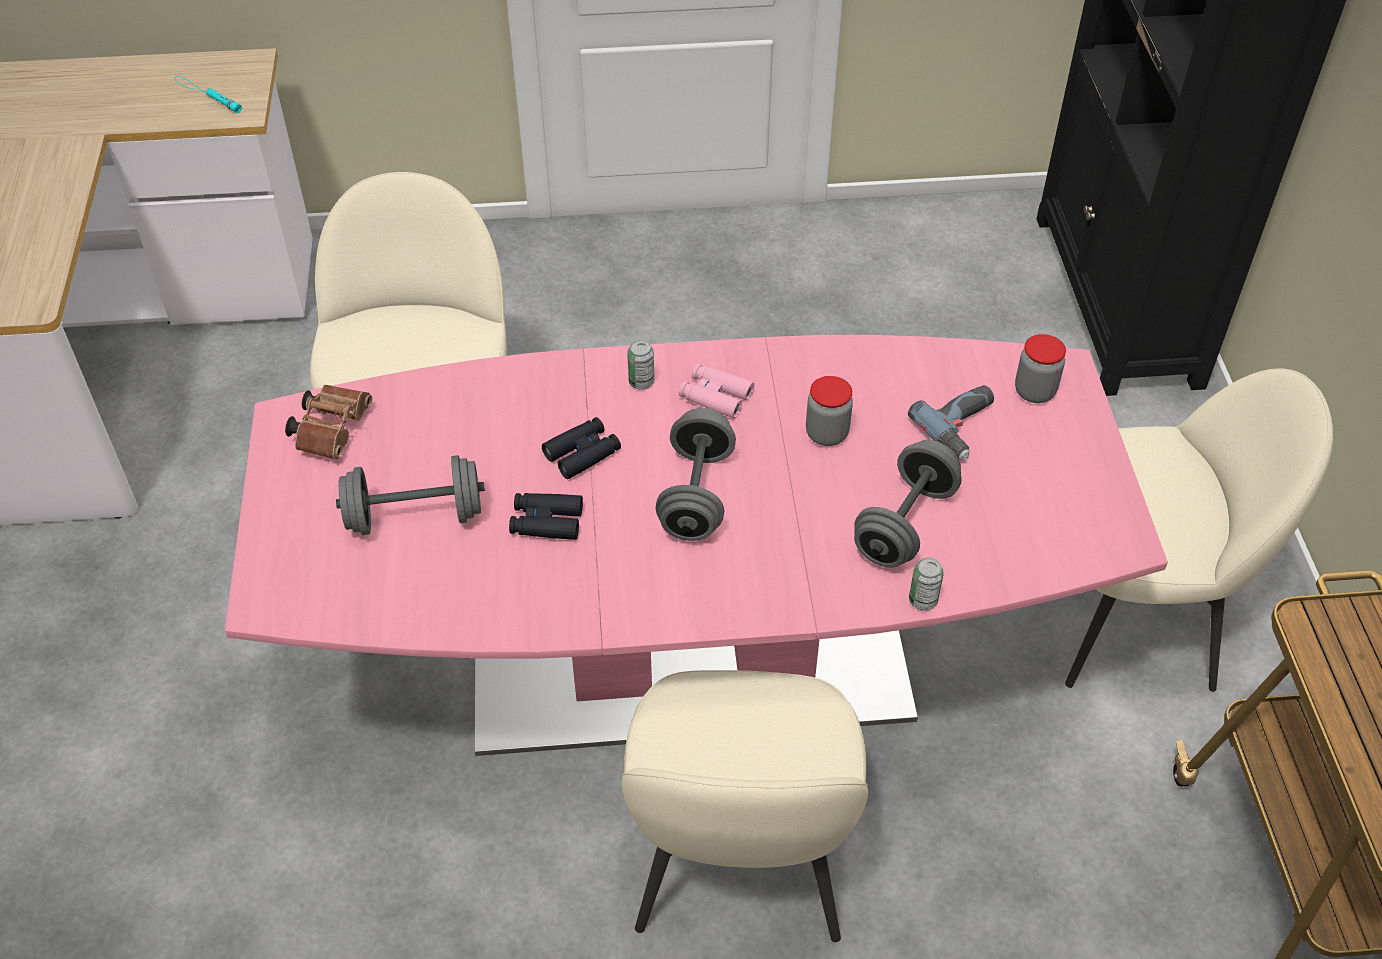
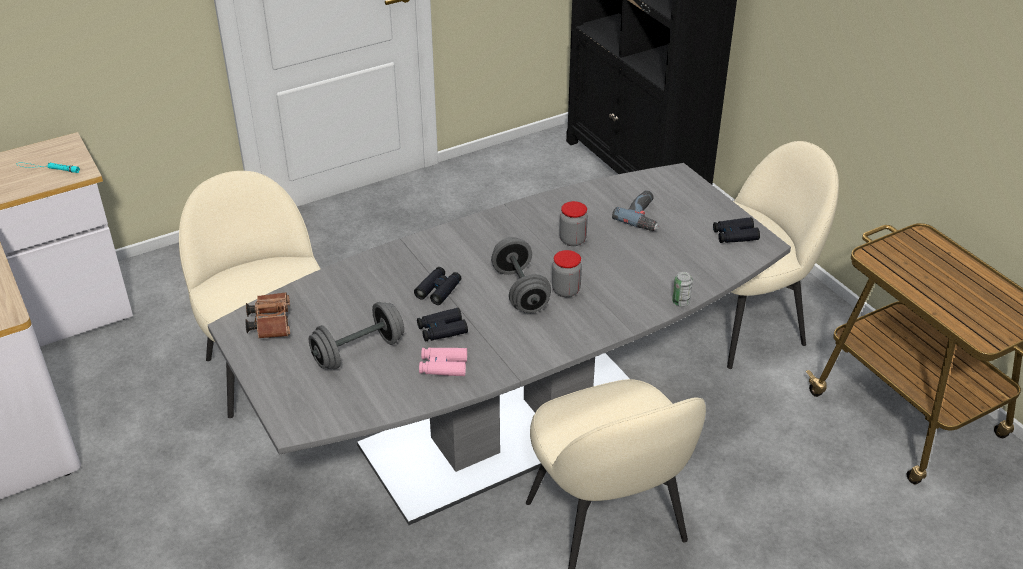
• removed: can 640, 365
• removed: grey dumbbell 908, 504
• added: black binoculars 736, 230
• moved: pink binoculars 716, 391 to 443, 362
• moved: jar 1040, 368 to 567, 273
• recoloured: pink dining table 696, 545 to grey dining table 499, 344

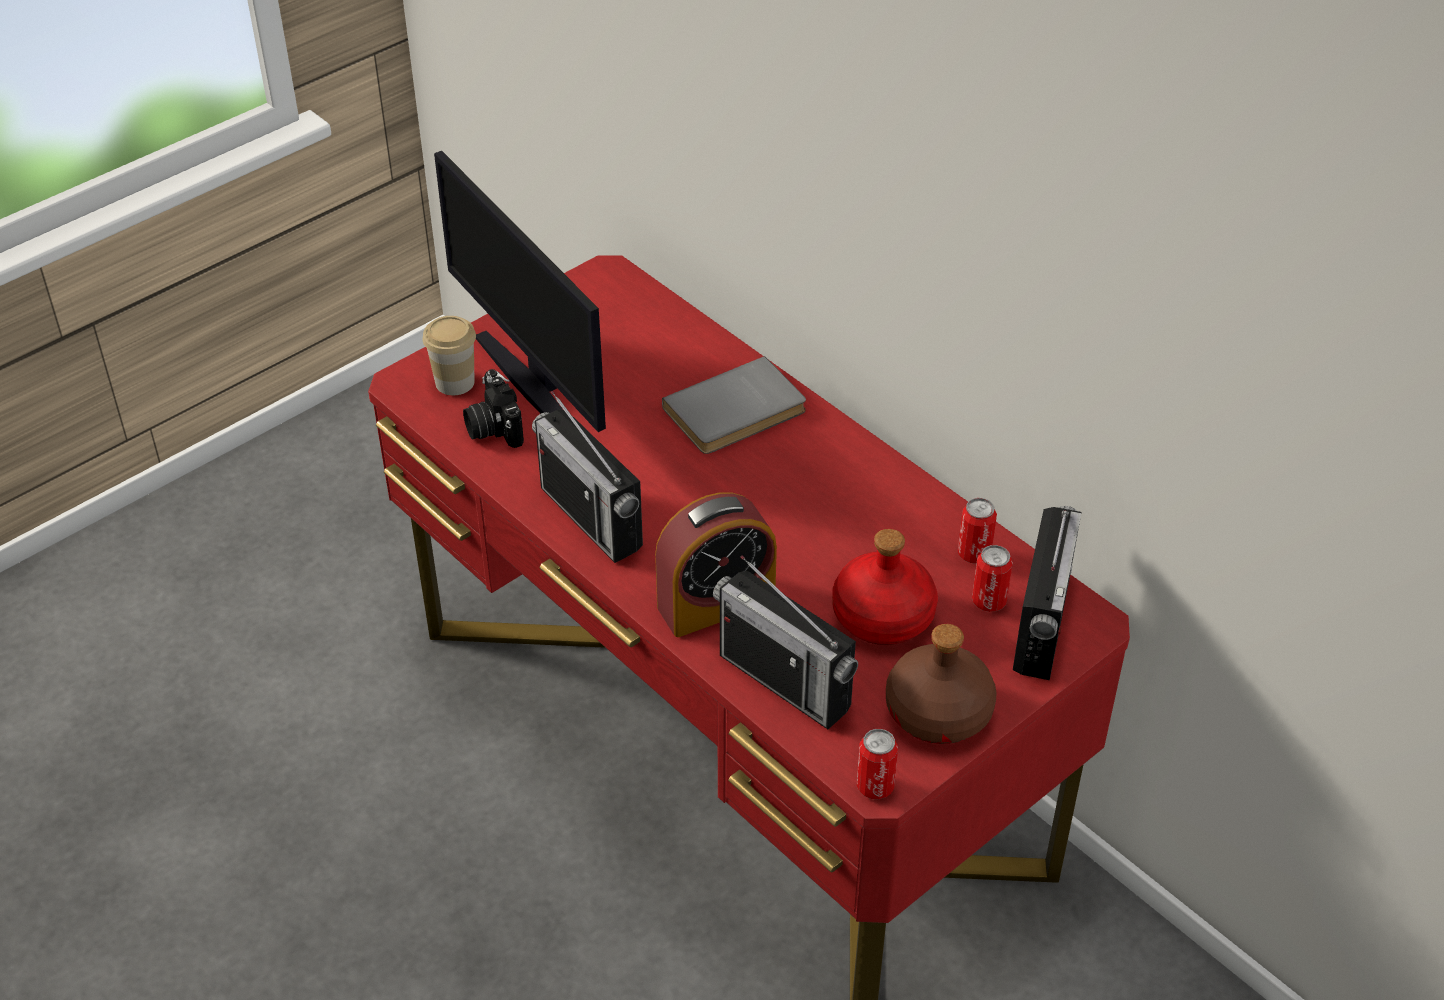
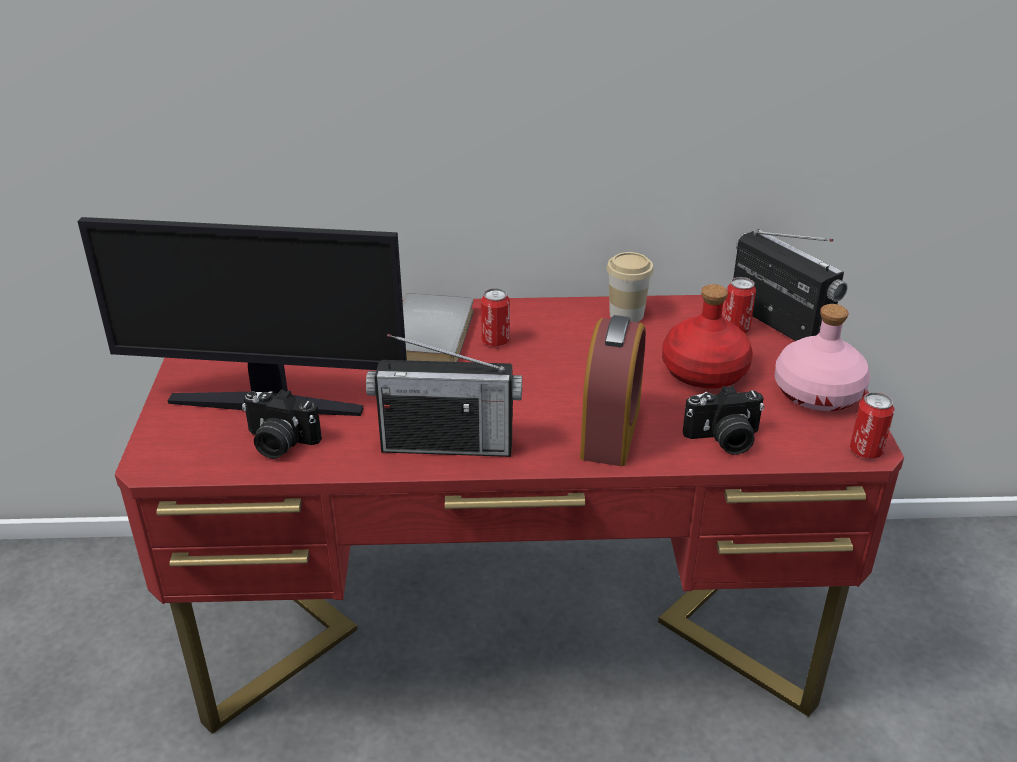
• moved: cup 449, 355 to 630, 287
• moved: can 977, 531 to 495, 317
• replaced: radio 785, 642 to photo camera 723, 419
• recoloured: brown bottle 941, 684 to pink bottle 822, 357

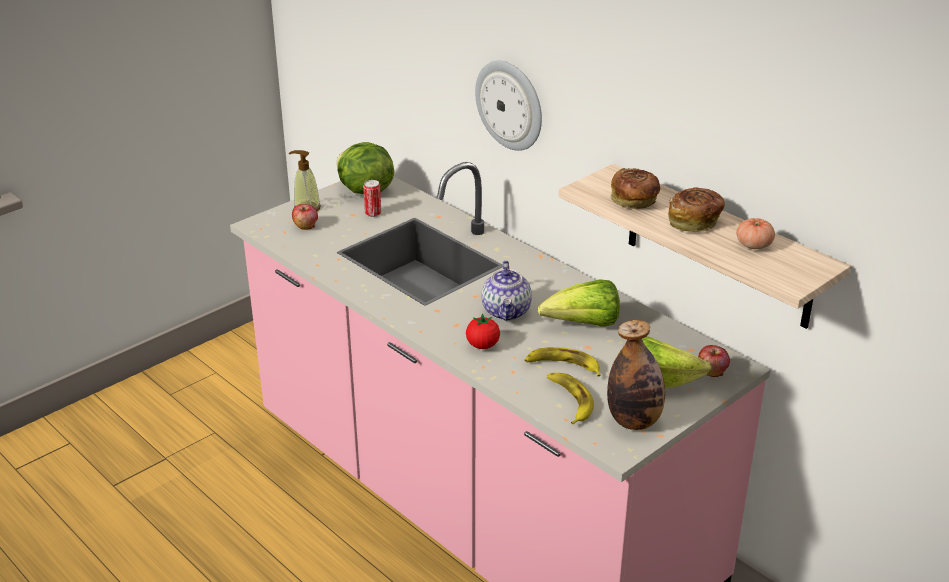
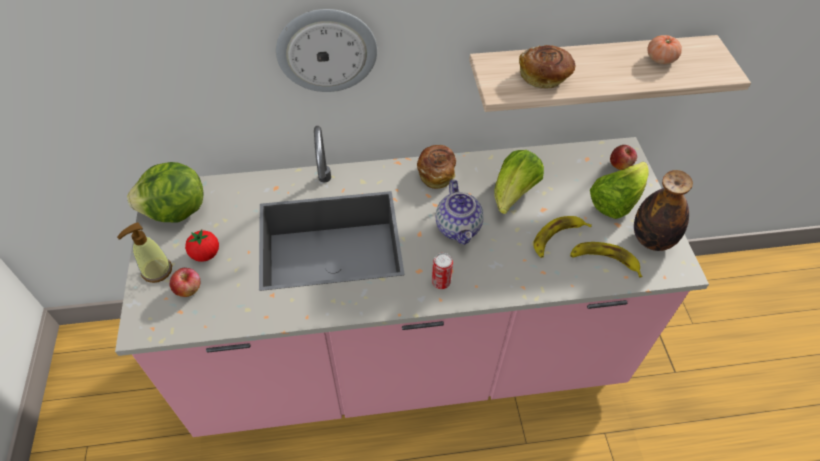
• moved: can 372, 198 to 442, 271
• moved: tomato 483, 331 to 202, 245
• moved: bread 696, 210 to 436, 167
• turned: teapot 507, 291 = 460, 212 45 degrees clockwise

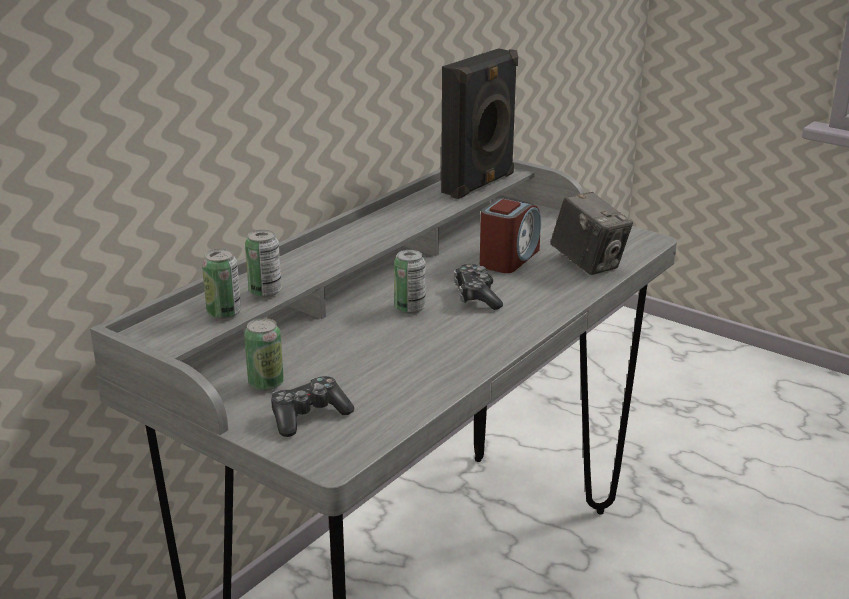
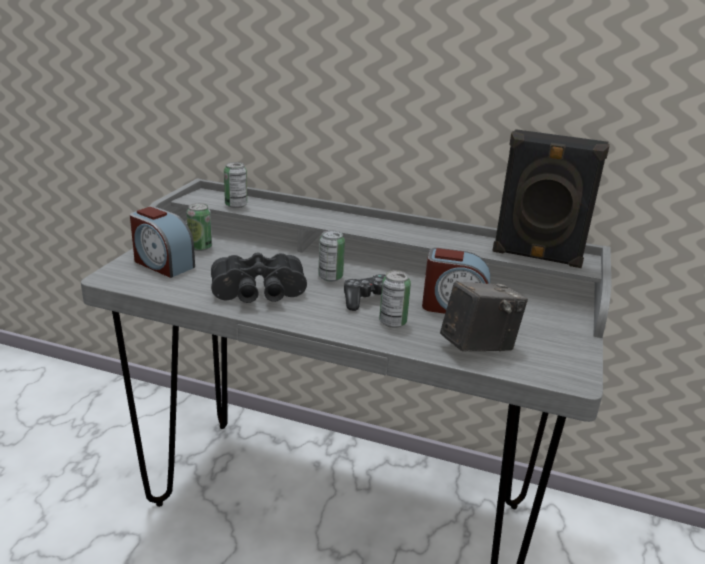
• added: black binoculars 259, 277
• moved: can 263, 264 to 395, 299
• replaced: game controller 312, 406 to alarm clock 162, 242
• turned: photo camera 592, 233 = 484, 316 150 degrees counterclockwise

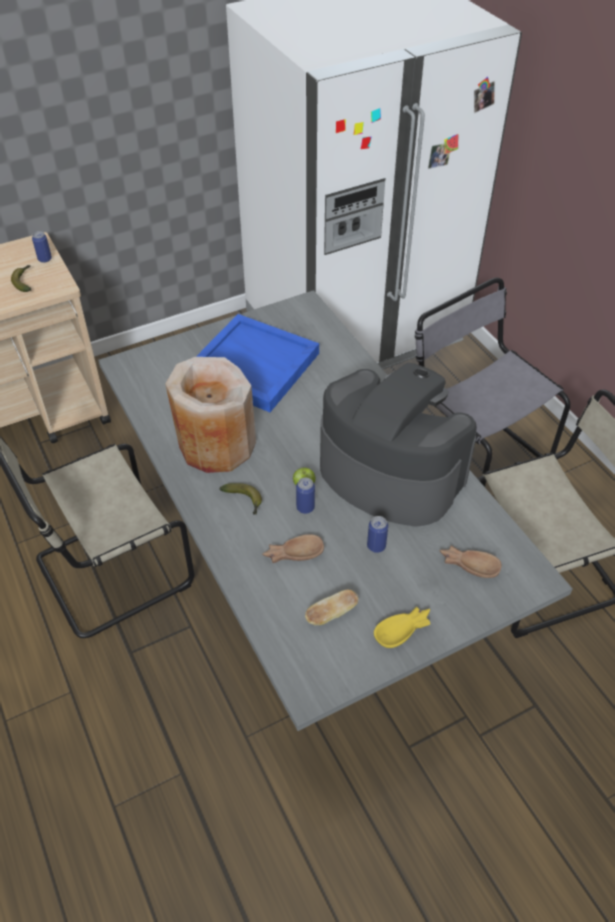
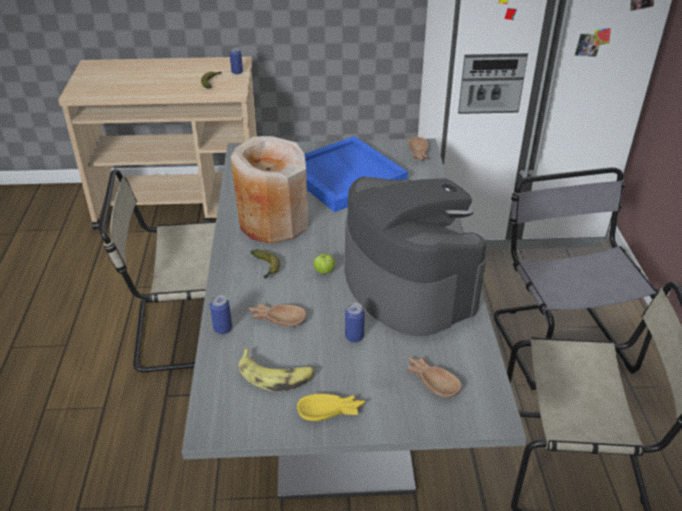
• added: brown bowl 418, 149
• moved: can 305, 495 to 221, 314
• replaced: bread 332, 607 to banana 276, 370

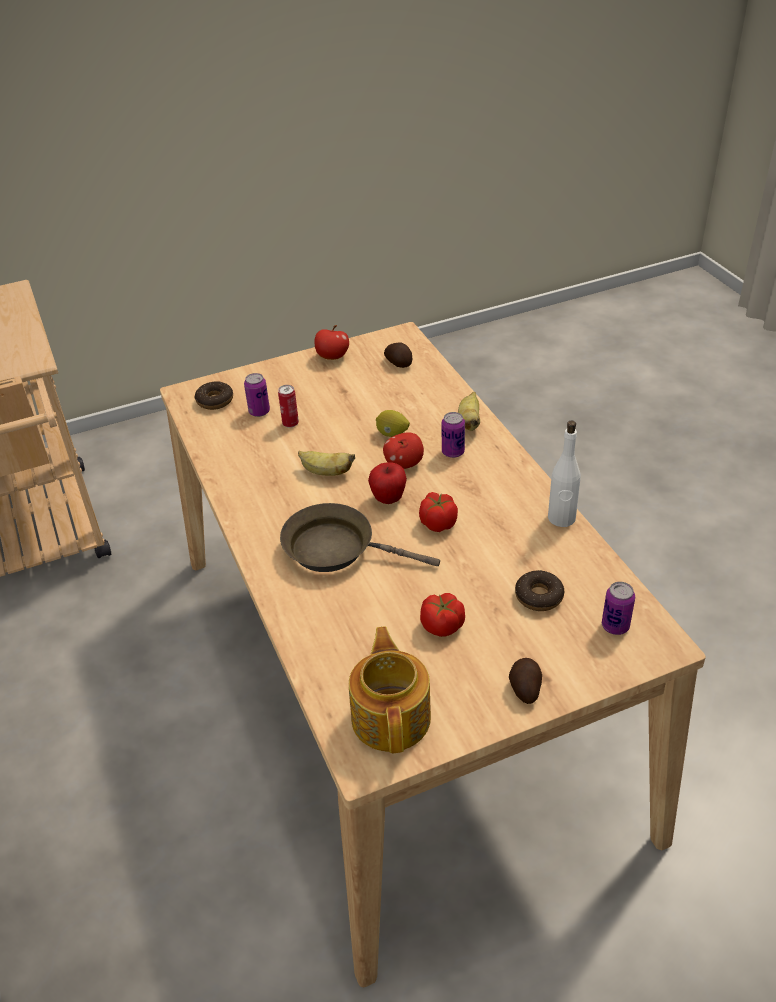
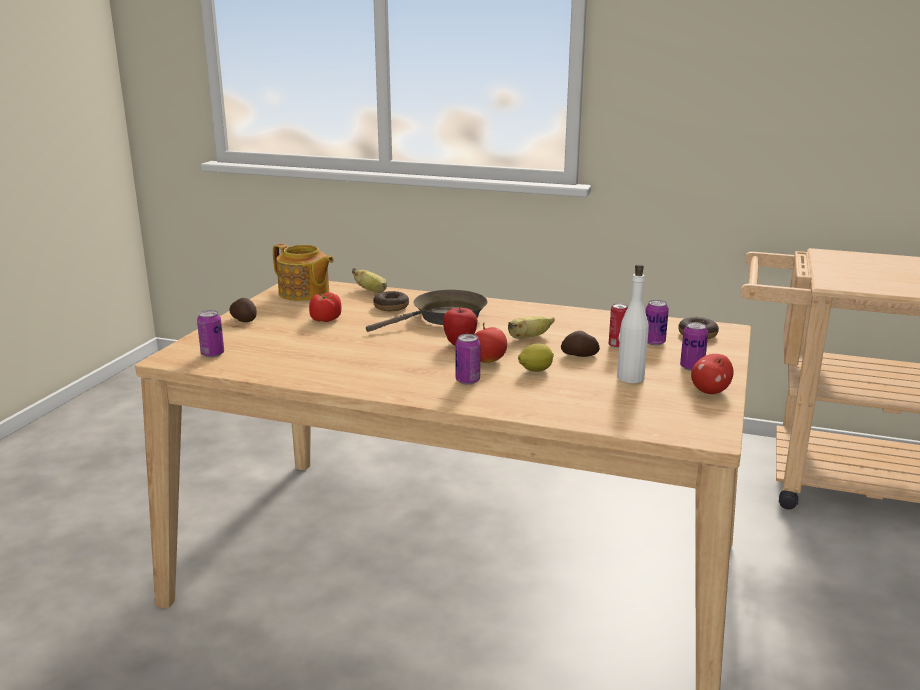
• removed: tomato 438, 512
• added: can 694, 346
• moved: potato 398, 355 to 580, 344
• moved: banana 469, 411 to 369, 280
• moved: donut 539, 590 to 391, 301
• moved: white bottle 564, 473 to 633, 323

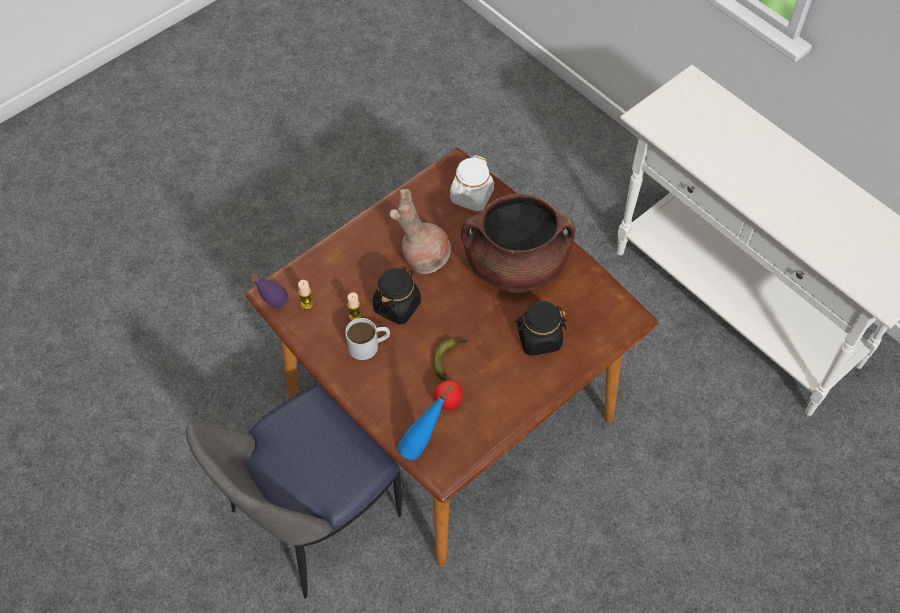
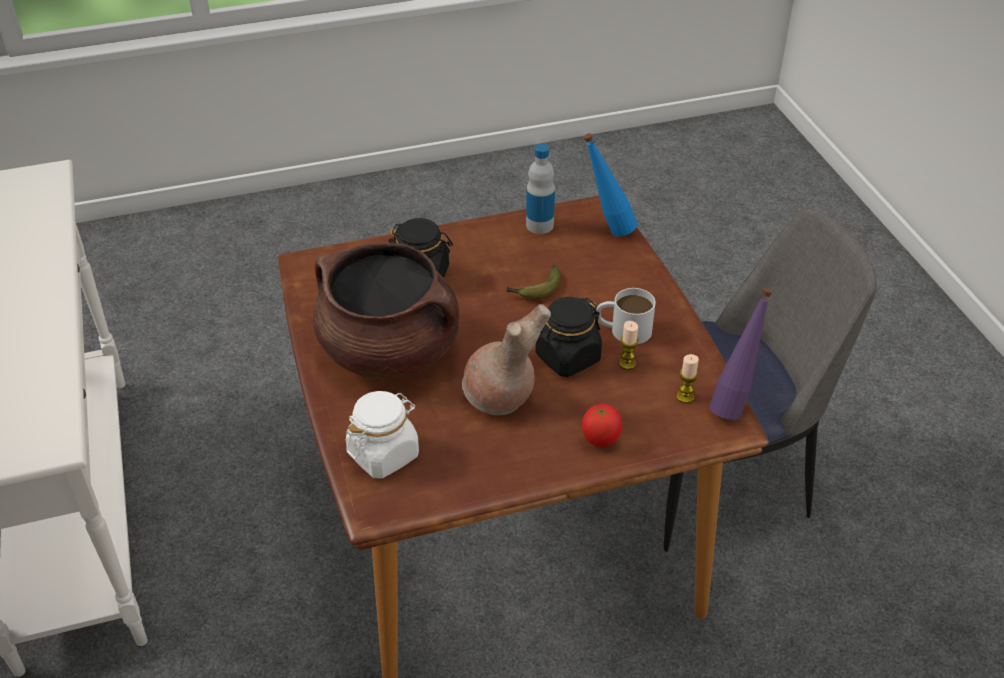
• added: bottle 540, 189
• moved: tomato 448, 395 to 602, 425

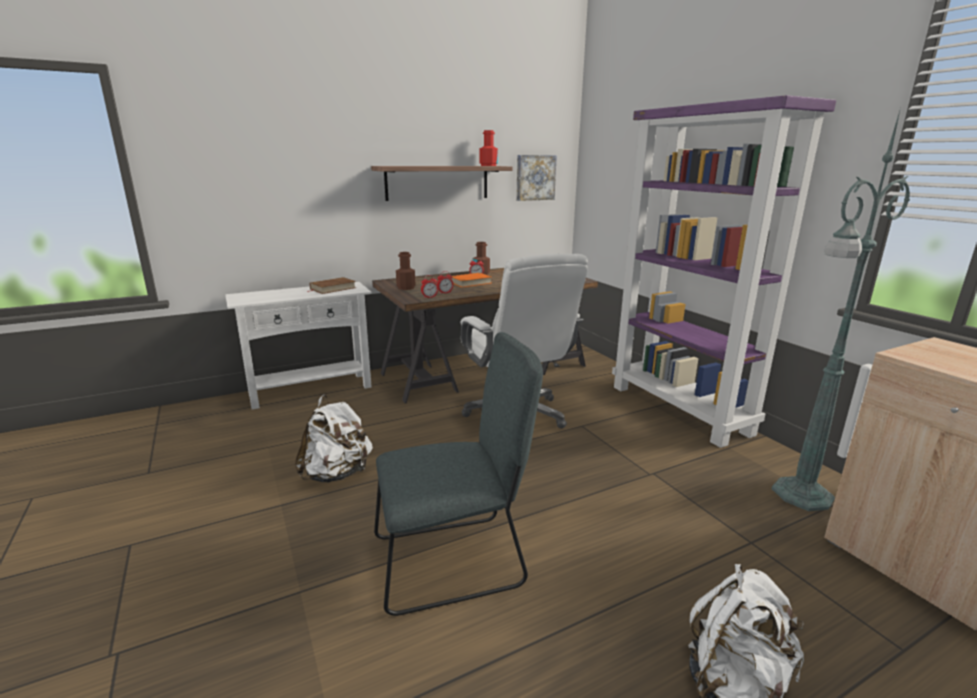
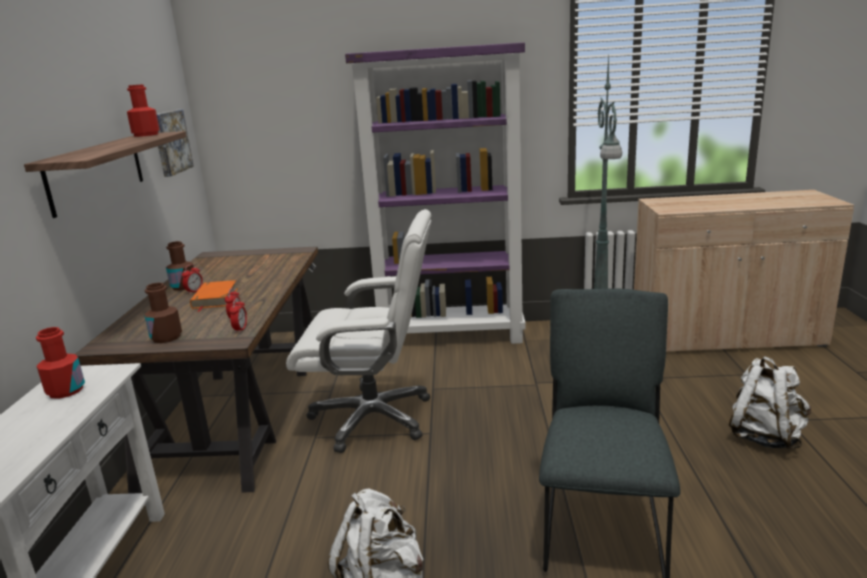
• replaced: brown book 331, 285 to red bottle 60, 363

